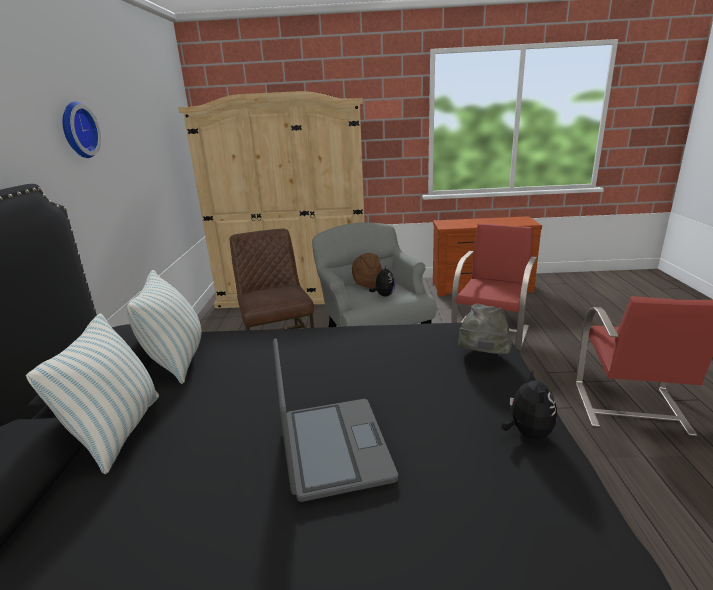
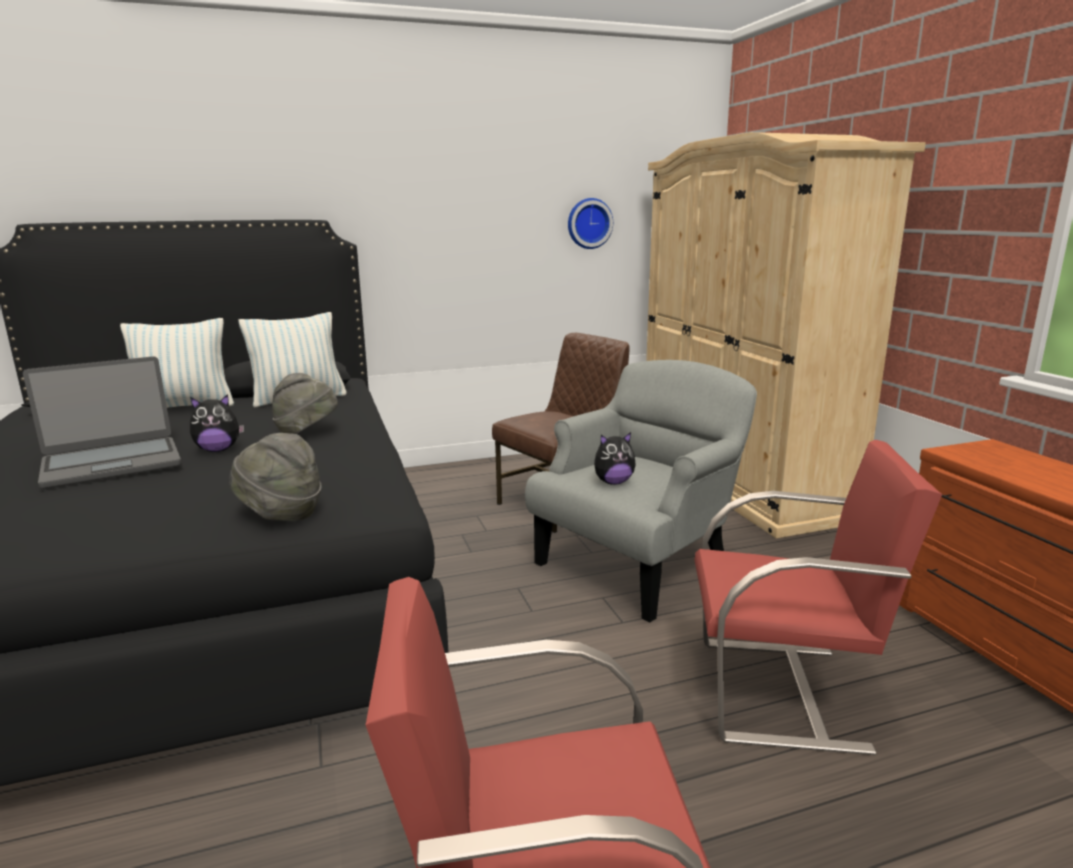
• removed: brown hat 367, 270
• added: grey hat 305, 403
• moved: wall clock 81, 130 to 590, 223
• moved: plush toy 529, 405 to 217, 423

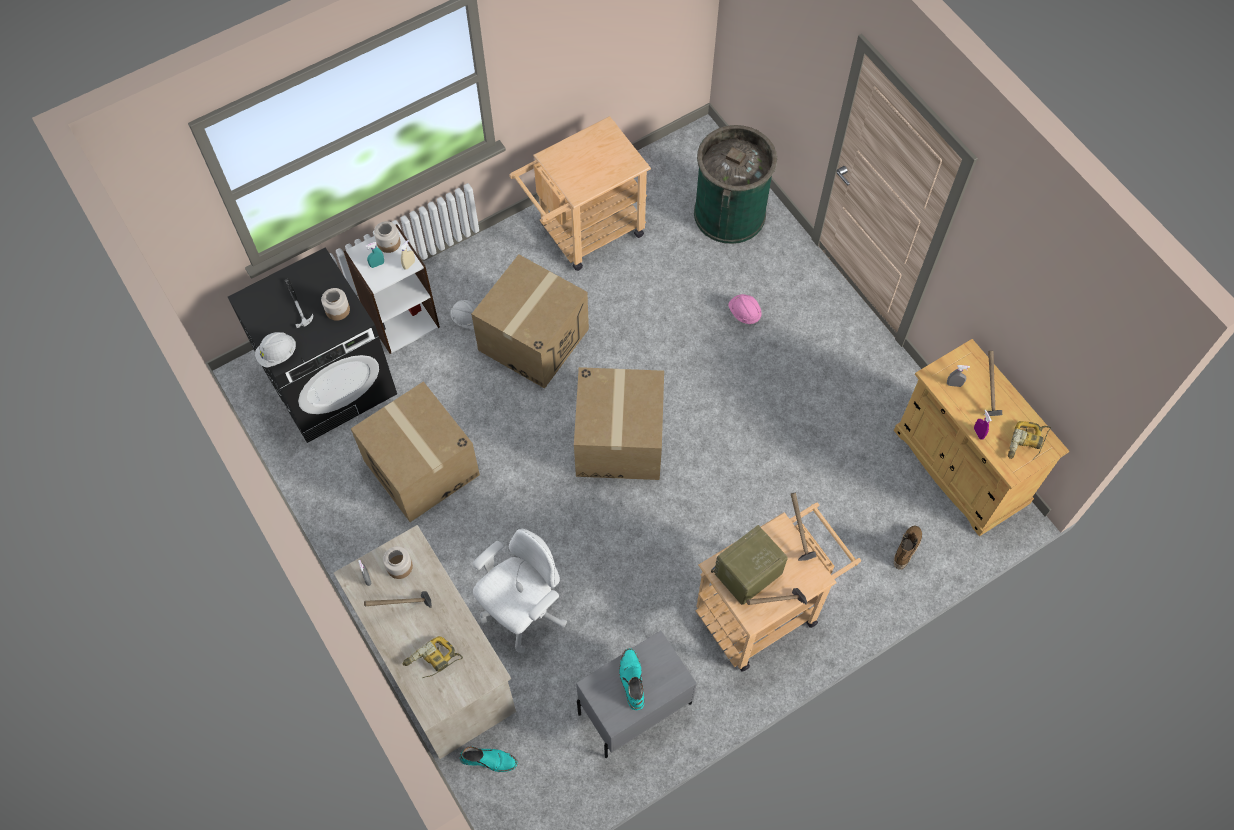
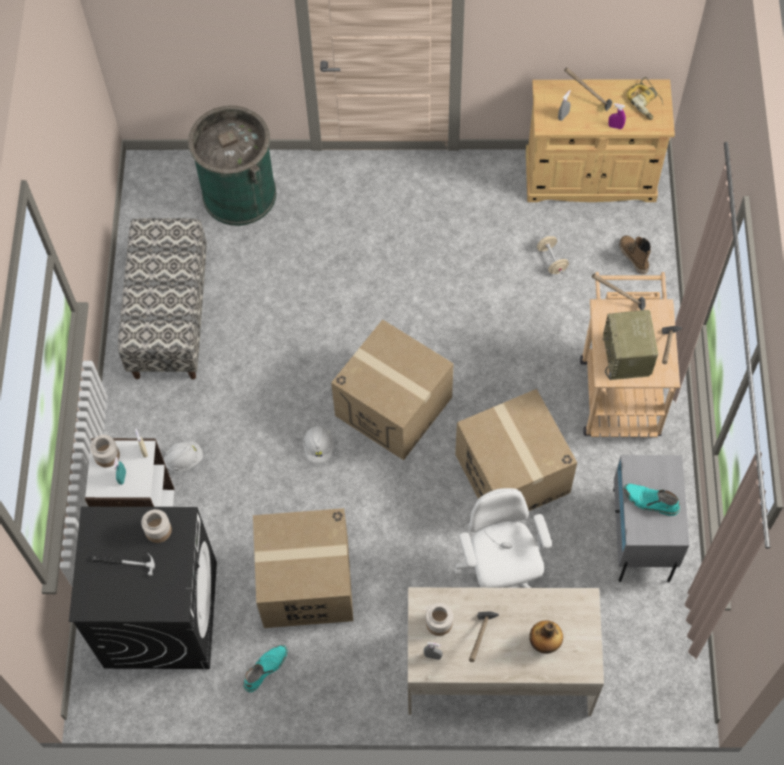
• removed: pink hard hat 745, 309
• added: beige dumbbell 553, 255
• moved: white hard hat 275, 349 to 318, 444
• moved: turquoise boot 489, 759 to 265, 668
• moved: cardboard box 530, 321 to 516, 450
• replaced: power drill 433, 657 to bottle 546, 637
• replaced: beige cart 580, 193 to bench 162, 298

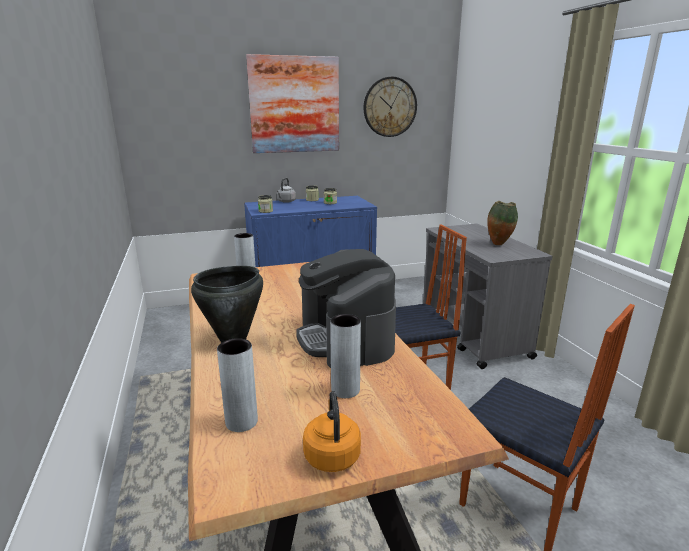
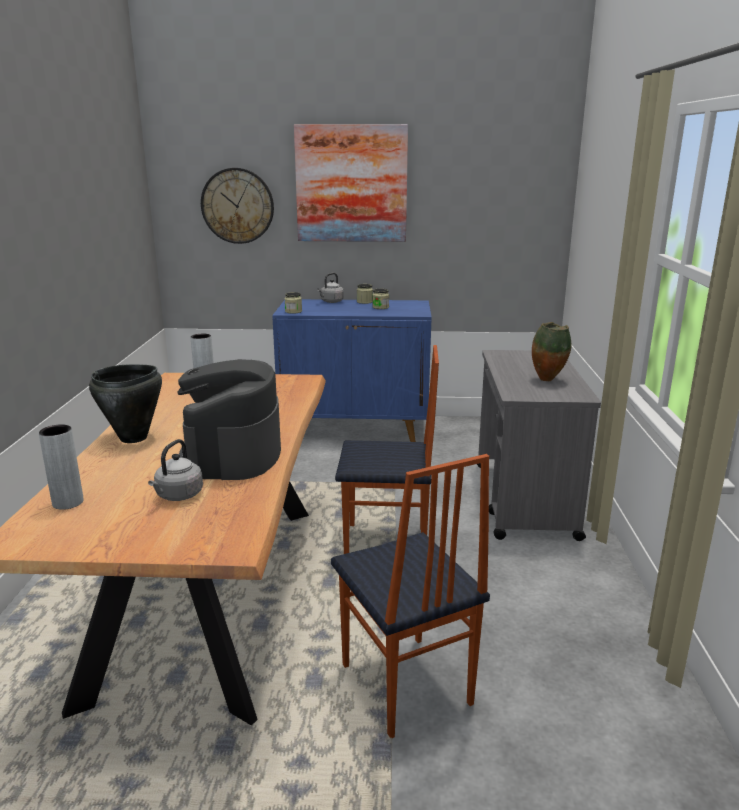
• removed: orange kettle 332, 431
• moved: wall clock 390, 107 to 237, 206
• replaced: grey vase 345, 356 to grey kettle 175, 470

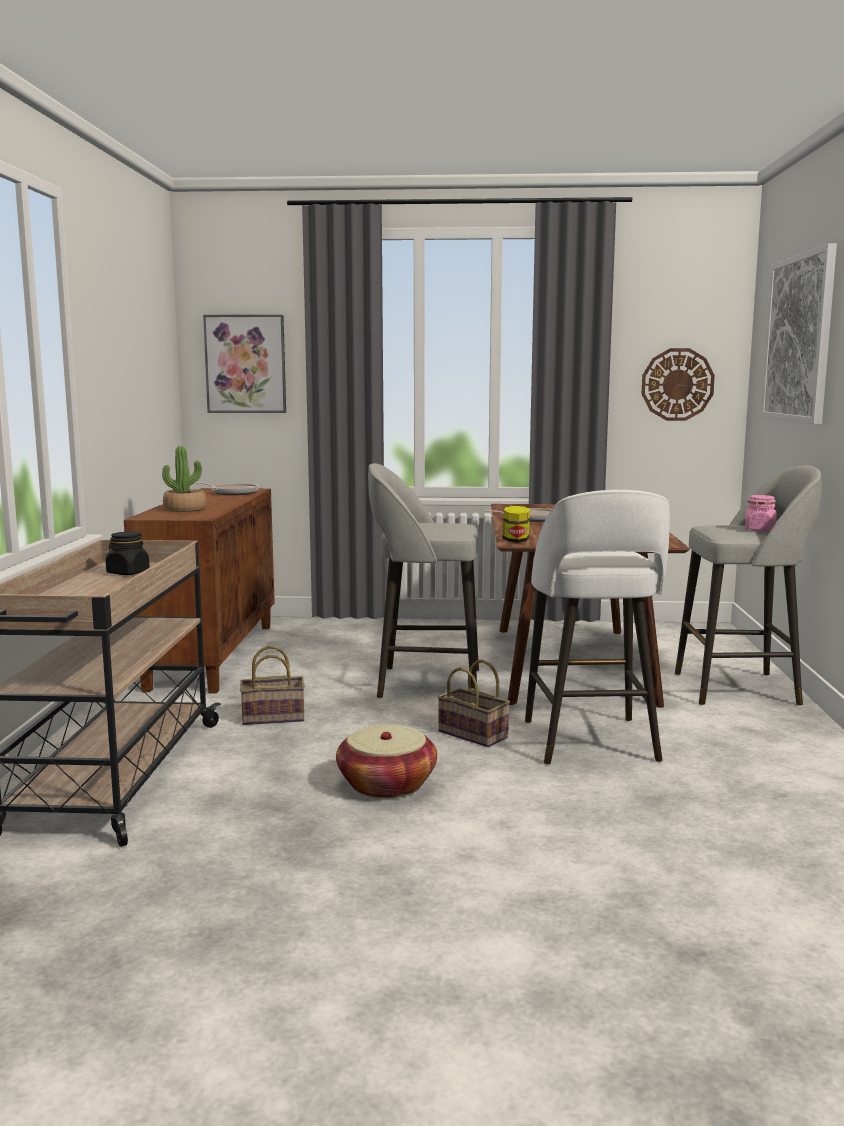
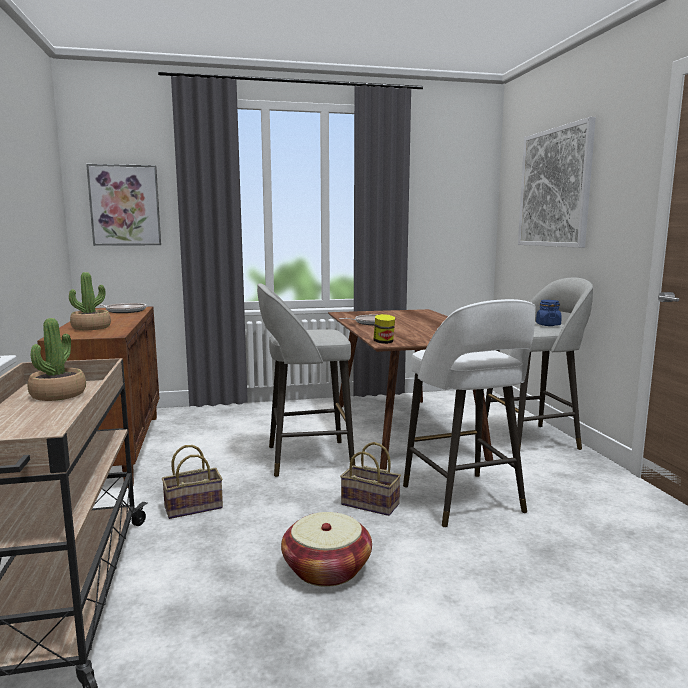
• removed: wall clock 678, 384
• replaced: black jar 127, 553 to potted plant 57, 359
• recoloured: pink jar 760, 513 to blue jar 549, 313

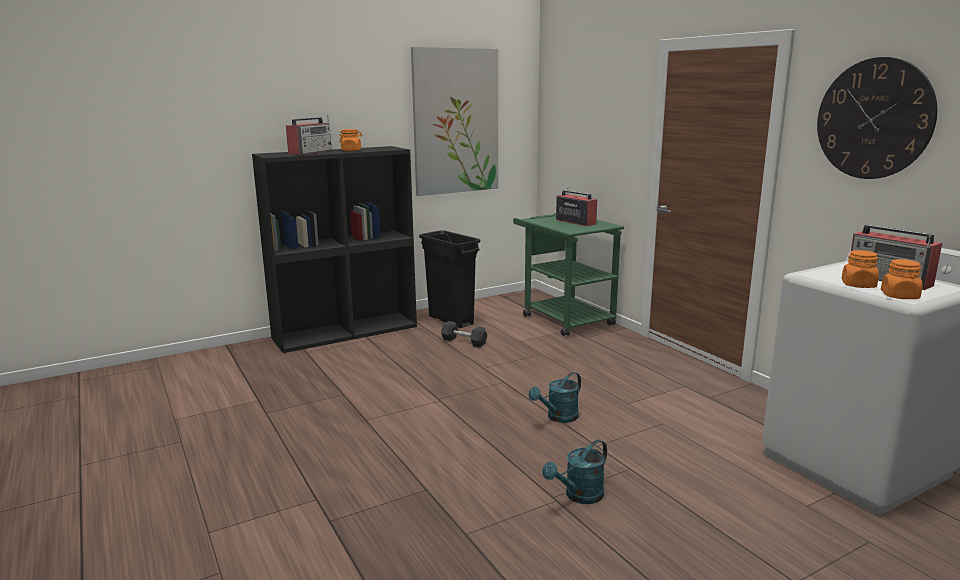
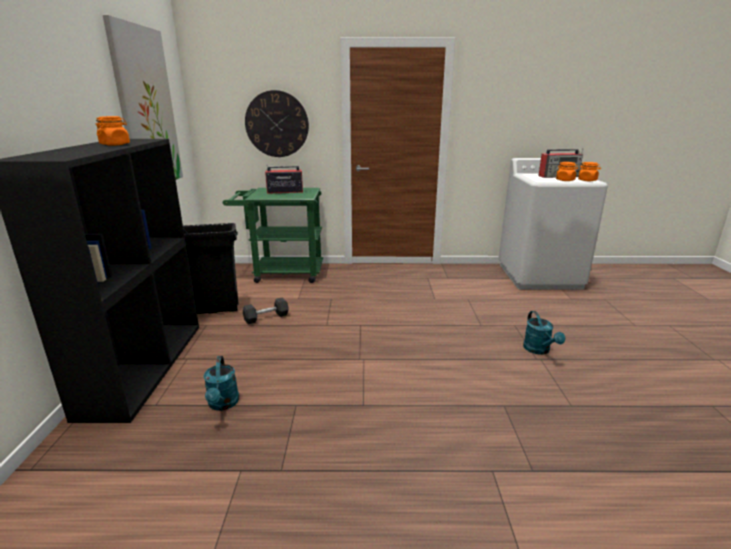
• removed: radio 309, 135
• moved: turquoise watering can 555, 397 to 221, 383
• moved: wall clock 877, 118 to 277, 123

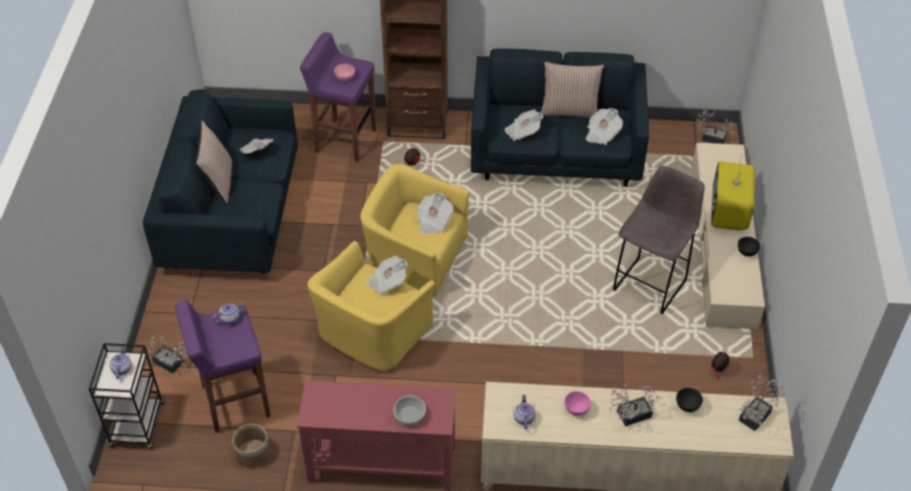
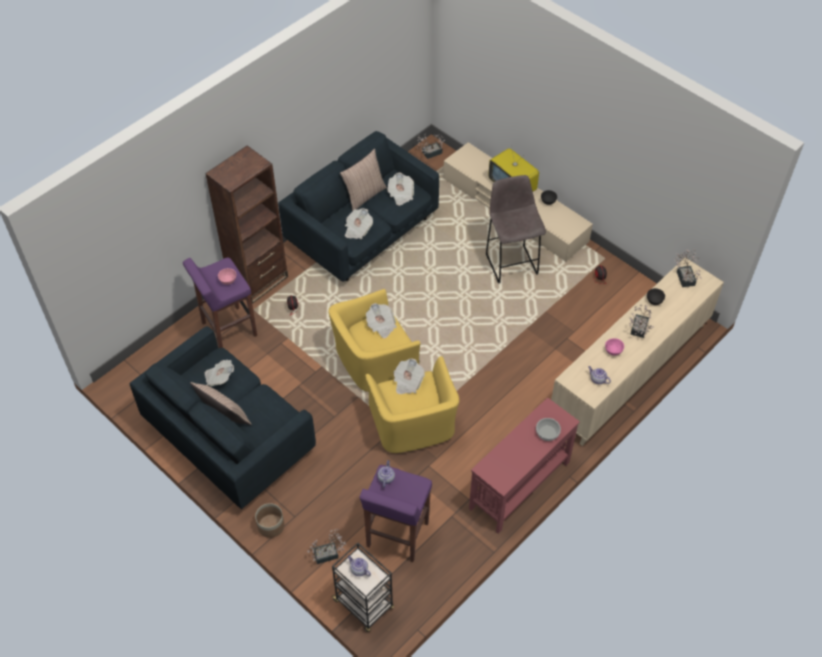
• moved: planter 251, 446 to 269, 520

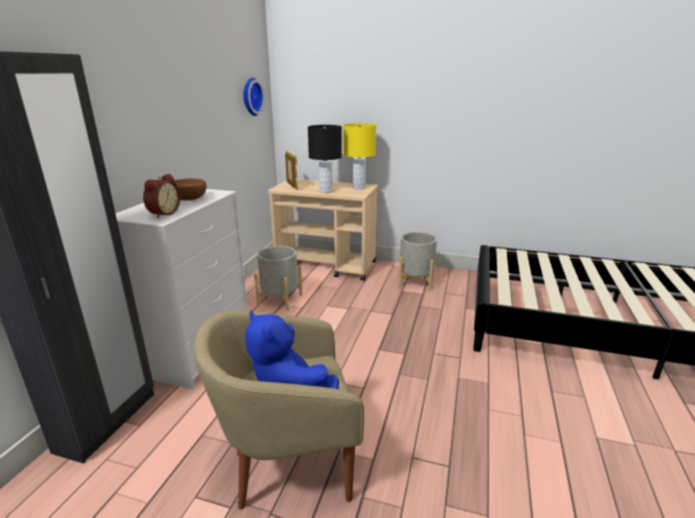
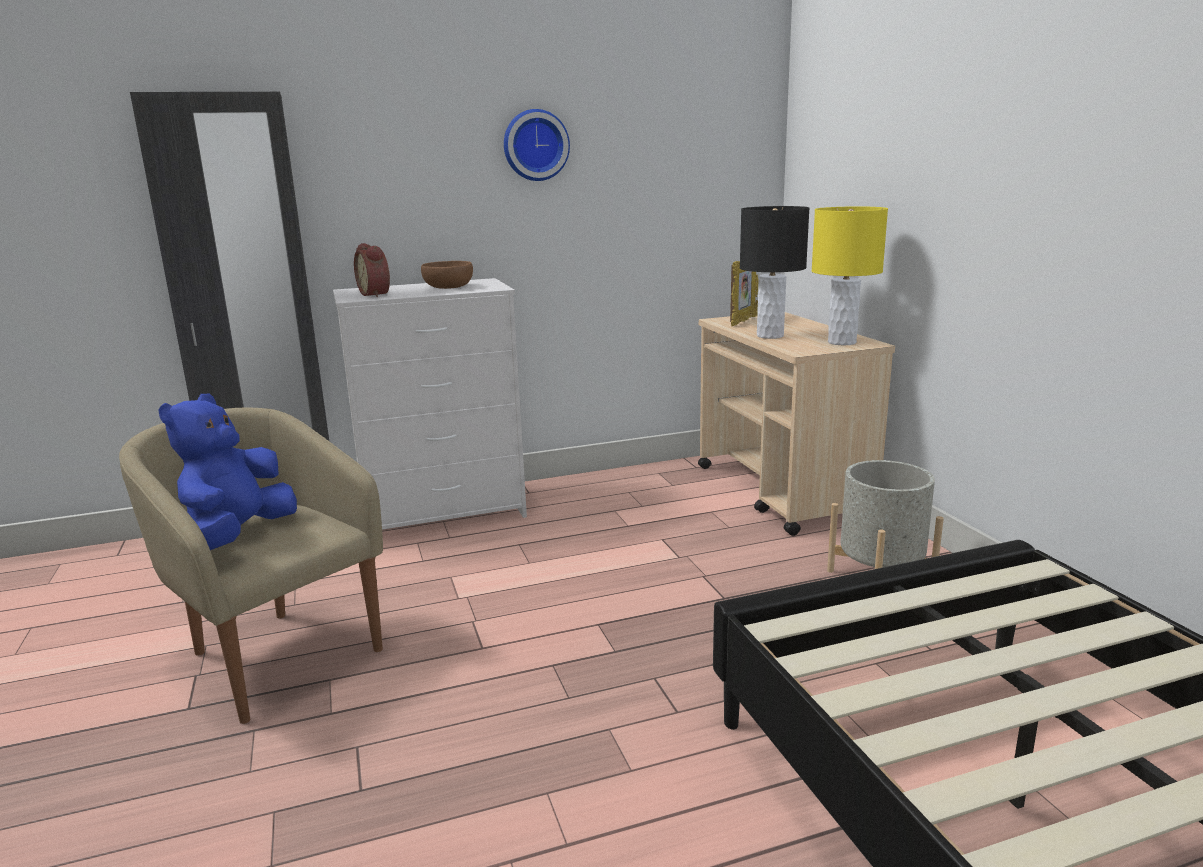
• removed: grey planter 278, 278
• moved: wall clock 254, 97 to 537, 145
• turned: alarm clock 161, 196 = 372, 270 75 degrees clockwise

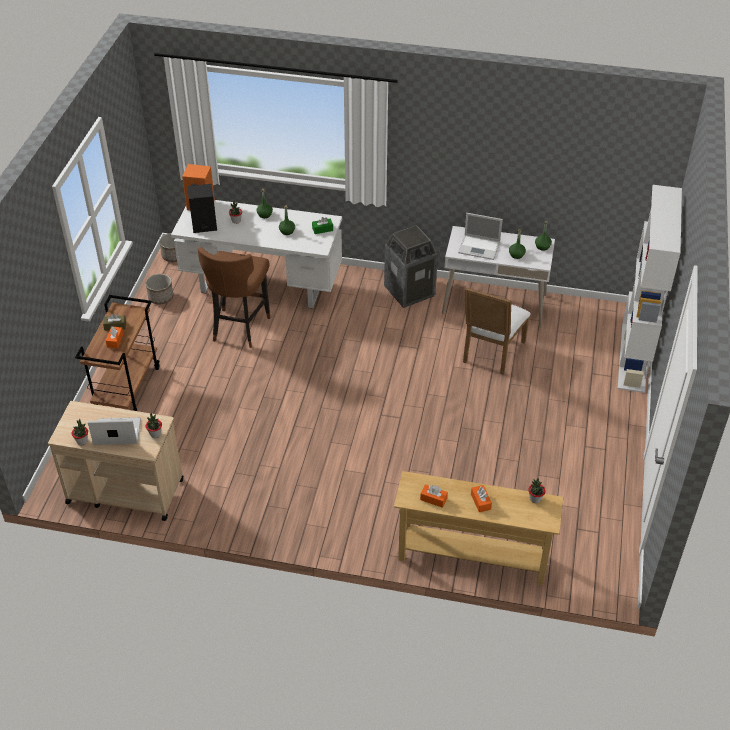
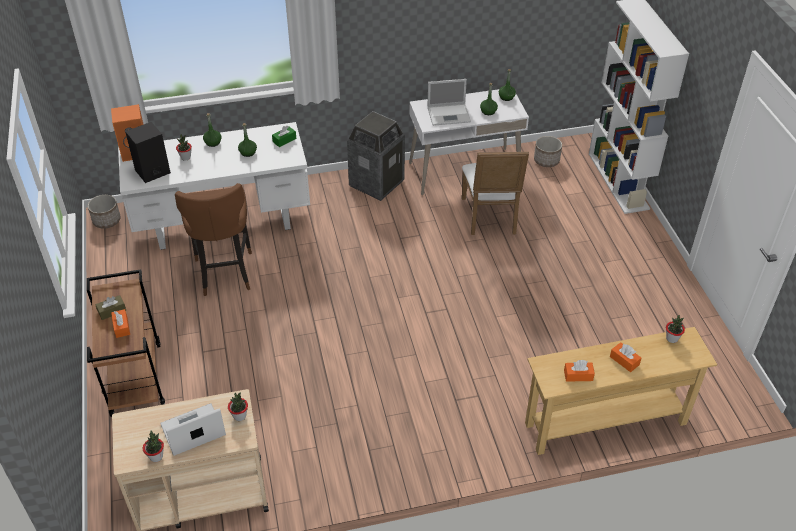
• moved: planter 159, 289 to 548, 151

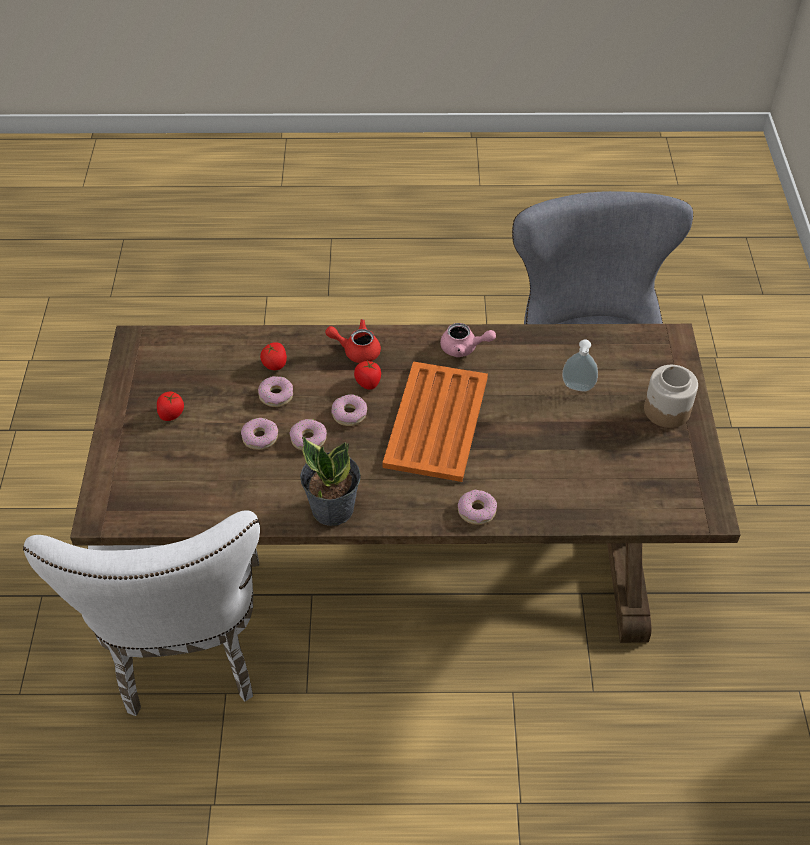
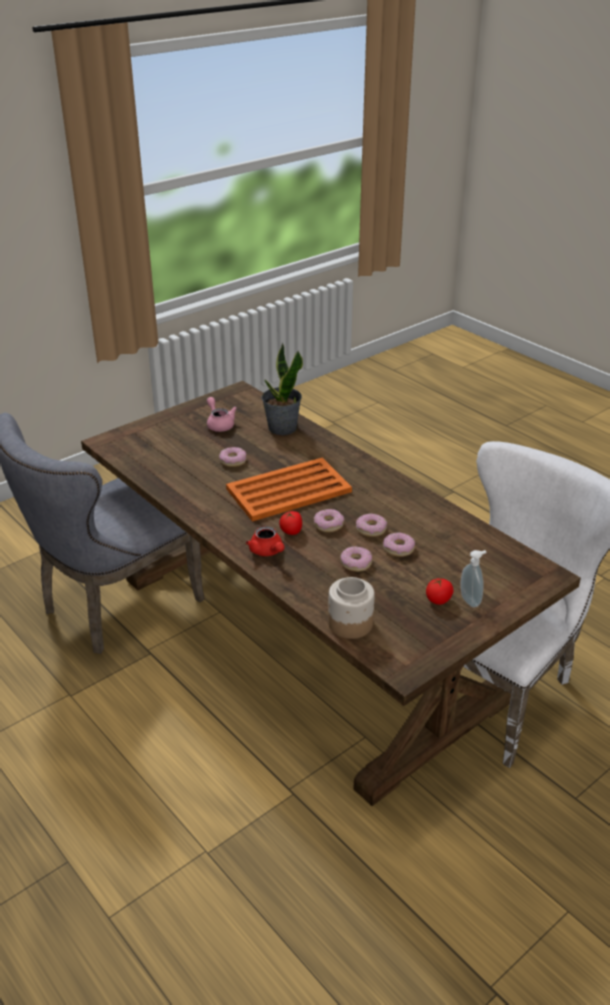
• removed: tomato 273, 356
• moved: potted plant 330, 481 to 282, 389
• moved: pink teapot 468, 340 to 222, 414
• moved: donut 477, 507 to 233, 457
• moved: soap dispenser 580, 365 to 473, 579
• moved: jar 671, 396 to 351, 608

